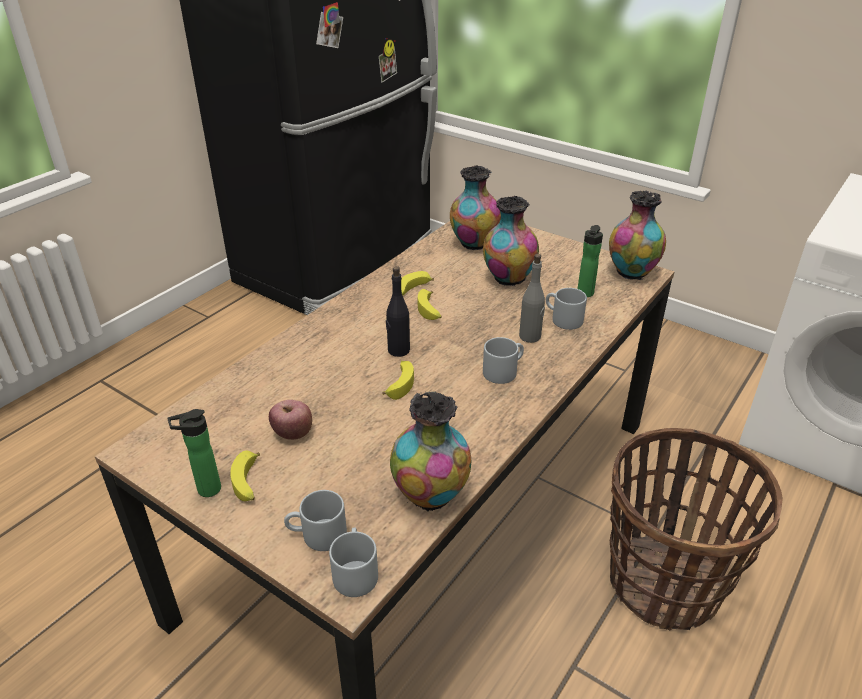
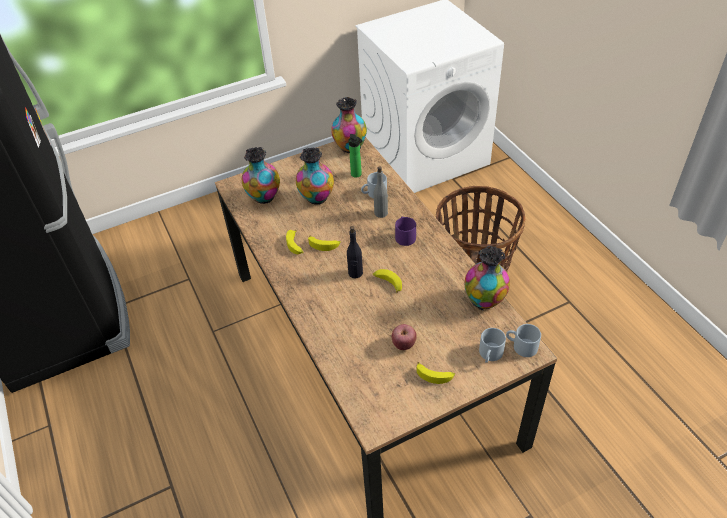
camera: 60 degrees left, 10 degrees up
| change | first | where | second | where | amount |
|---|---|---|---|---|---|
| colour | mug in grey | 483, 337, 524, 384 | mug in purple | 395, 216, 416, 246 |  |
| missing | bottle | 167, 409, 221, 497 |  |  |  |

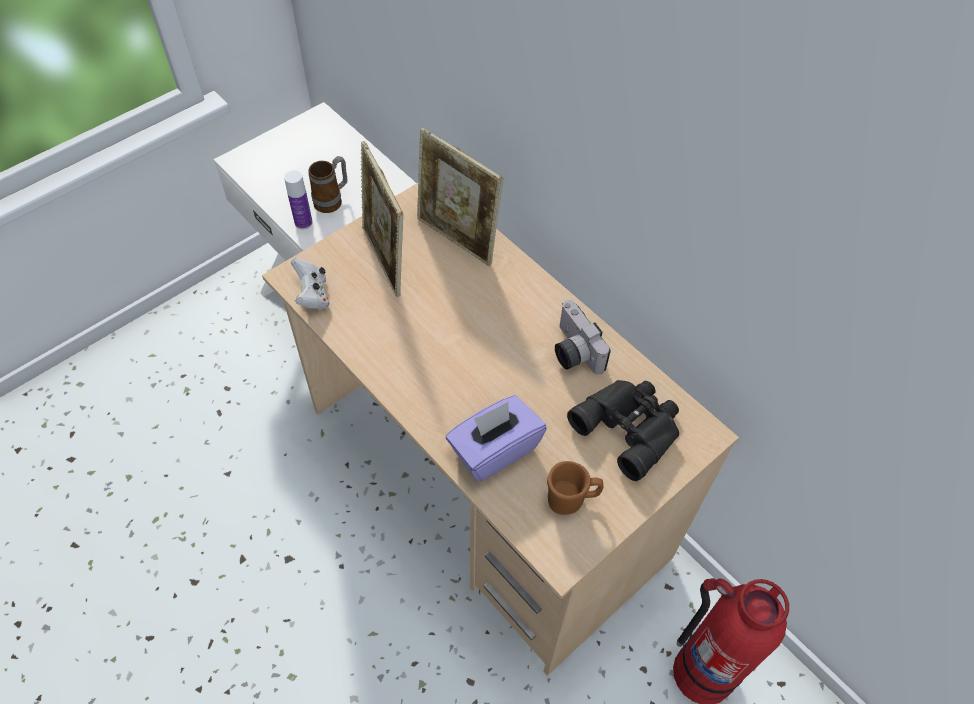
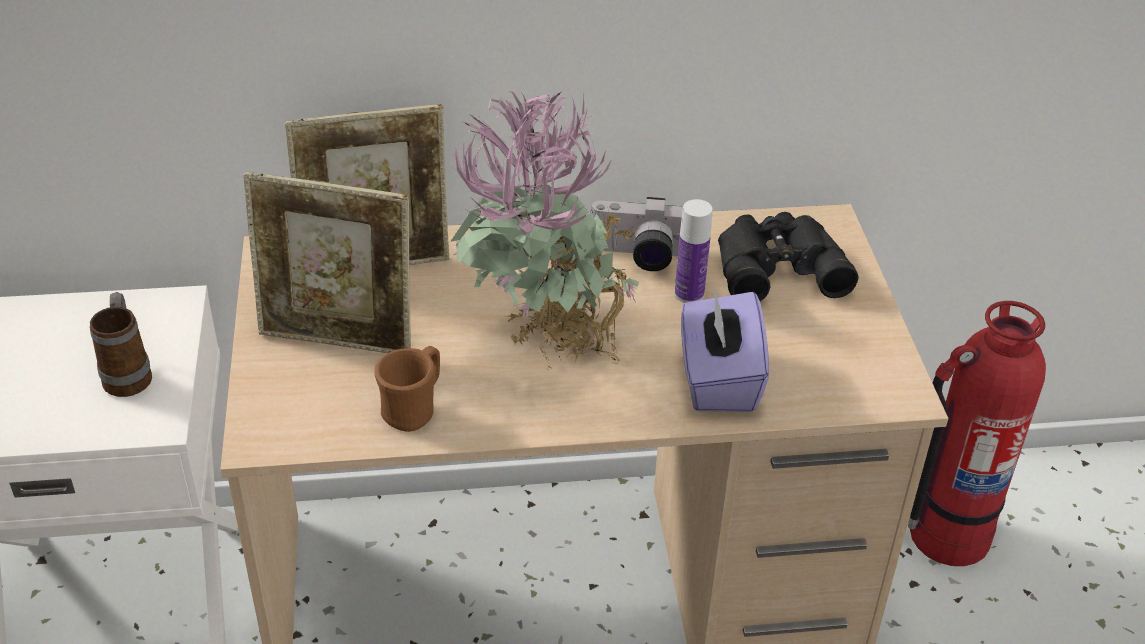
camera: 55 degrees left, 15 degrees down
| change | first | where | second | where | amount |
|---|---|---|---|---|---|
| relocated | bottle | 284, 170, 313, 230 |  | 675, 199, 713, 303 |  |
| missing | game controller in white | 291, 258, 329, 309 |  |  |  |
| relocated | mug in brown | 547, 461, 604, 515 |  | 374, 346, 440, 432 |  |
| appeared |  |  | potted plant | 450, 91, 639, 371 |  |

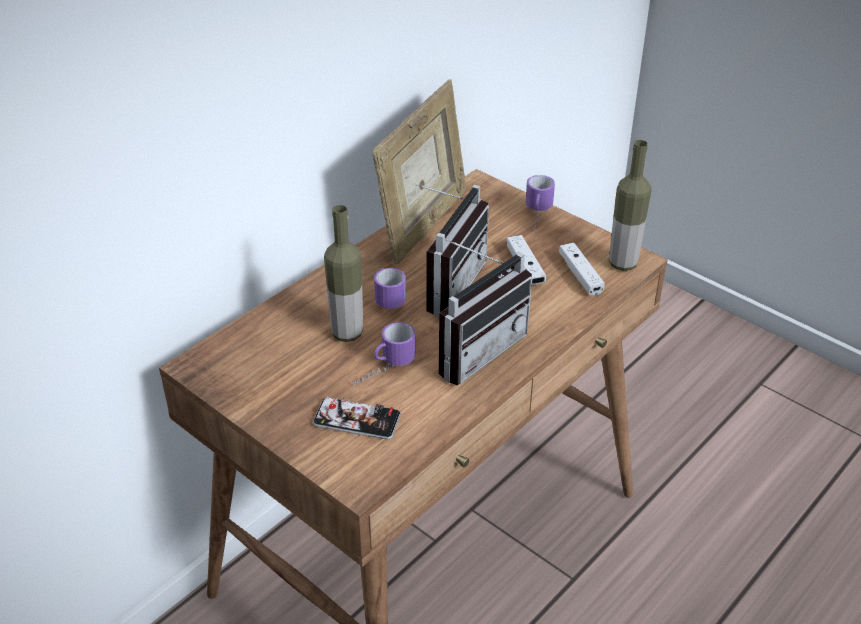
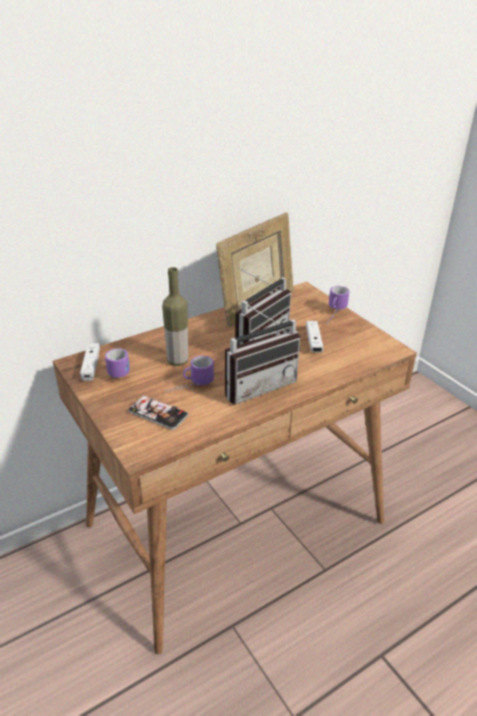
camera: 15 degrees right, 5 degrees down
| change | first | where | second | where | amount |
|---|---|---|---|---|---|
| missing | bottle | 609, 140, 651, 271 |  |  |  |
| relocated | game controller in white | 559, 243, 605, 296 |  | 80, 343, 100, 381 |  |
| relocated | mug | 372, 268, 406, 309 |  | 105, 348, 130, 378 |  |

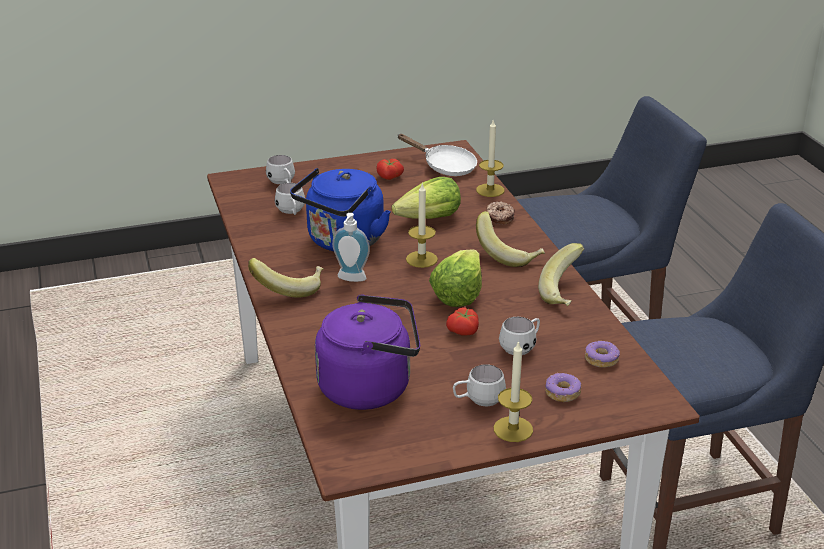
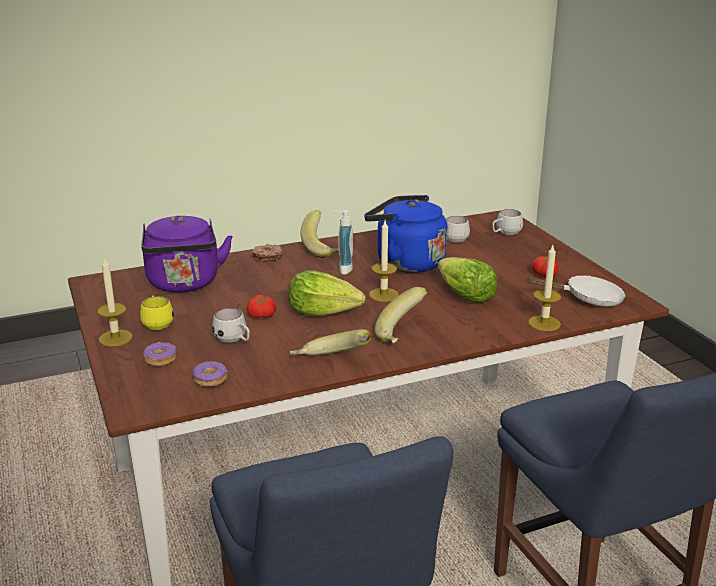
camera: 85 degrees right, 5 degrees down
| change | first | where | second | where | amount |
|---|---|---|---|---|---|
| spun | frying pan in white | 397, 134, 477, 176 |  | 526, 275, 626, 307 | 120 degrees counterclockwise |
| relocated | donut | 486, 201, 515, 225 |  | 251, 244, 283, 262 |  |
| colour | mug in white | 453, 364, 506, 406 | mug in yellow | 140, 296, 174, 330 |  |

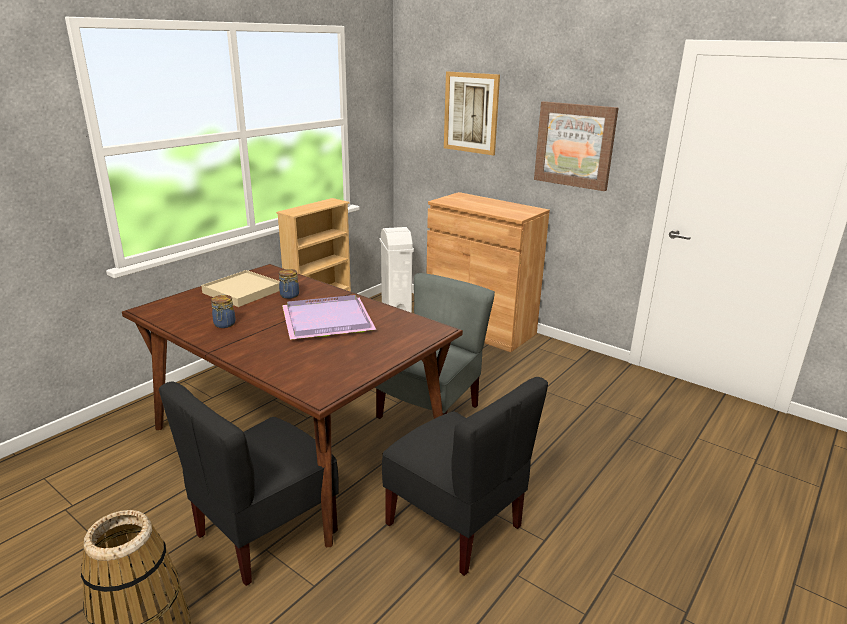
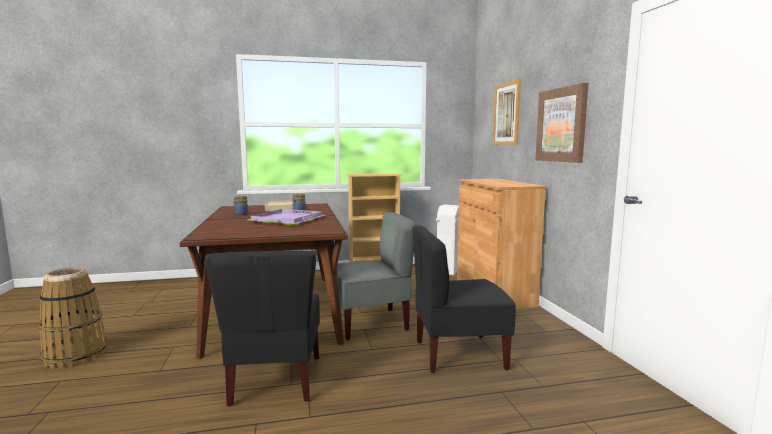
camera: 40 degrees right, 15 degrees down
| change | first | where | second | where | amount |
|---|---|---|---|---|---|
| relocated | chair in black | 159, 381, 339, 586 |  | 412, 225, 516, 373 |  |

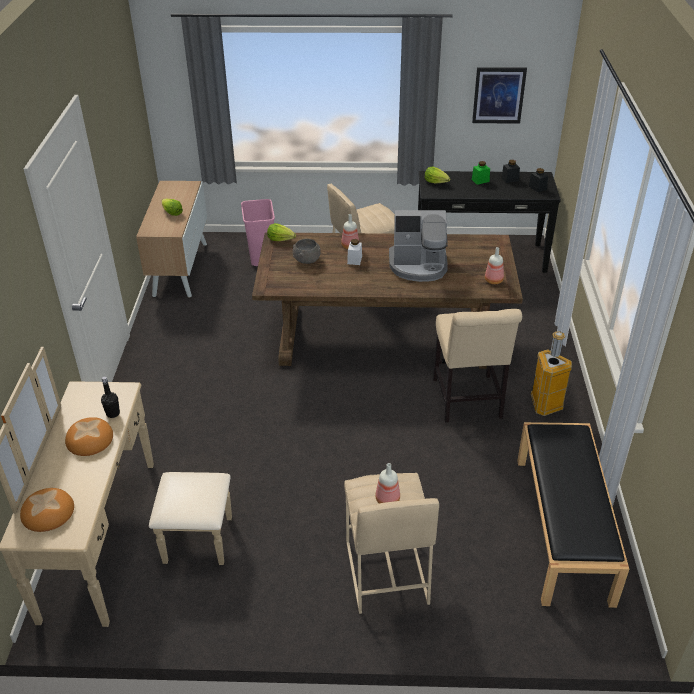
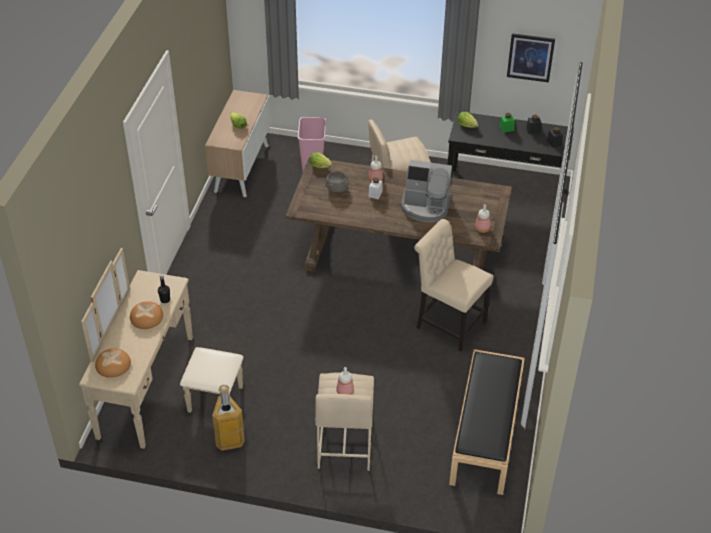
camera: 10 degrees right, 5 degrees up
| change | first | where | second | where | amount |
|---|---|---|---|---|---|
| spun | chair in beige | 433, 309, 522, 423 |  | 414, 219, 493, 351 | 120 degrees clockwise |
| relocated | trash can | 531, 331, 572, 416 |  | 212, 385, 245, 451 |  |

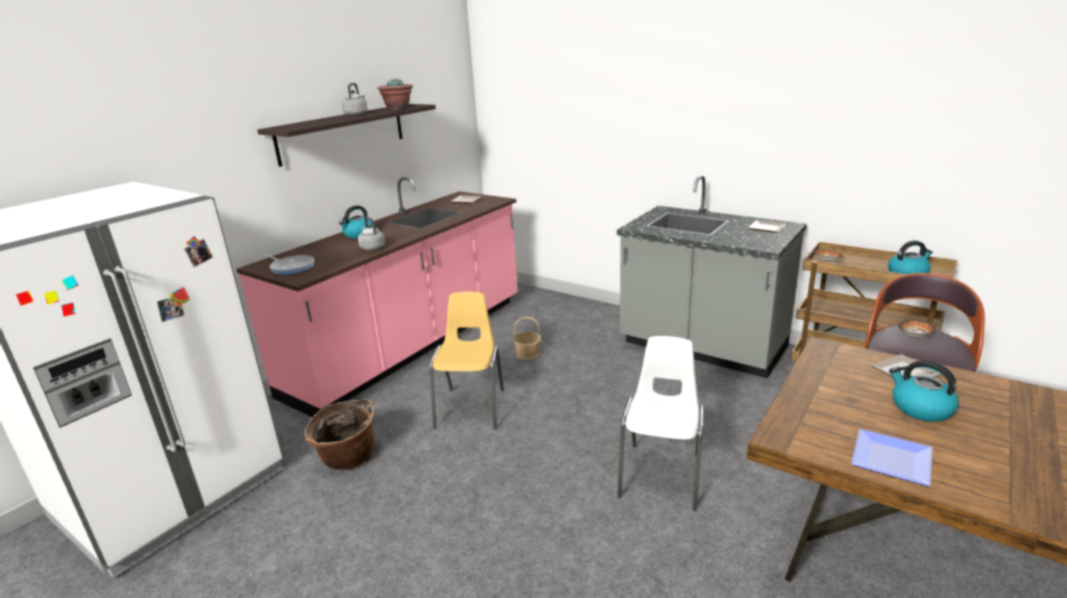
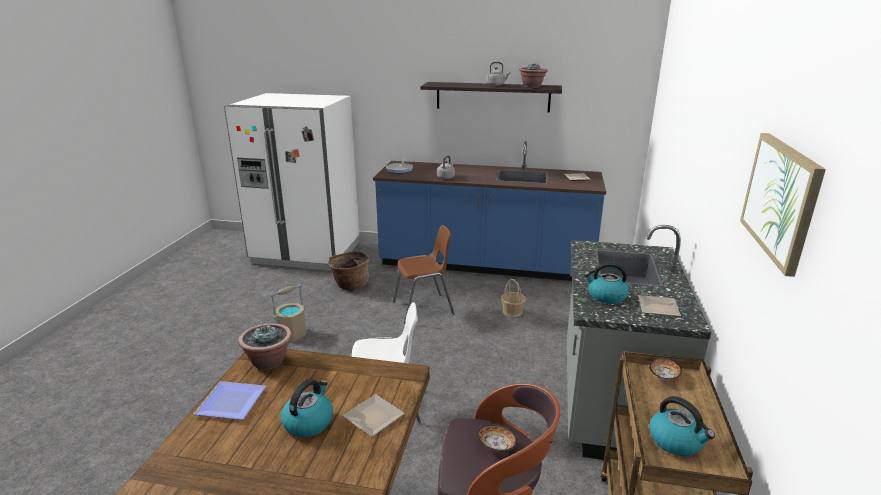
camera: 65 degrees right, 0 degrees up
| change | first | where | second | where | amount |
|---|---|---|---|---|---|
| colour | counter in pink | 236, 177, 518, 417 | counter in blue | 373, 141, 606, 281 |  |
| relocated | kettle | 339, 205, 373, 238 |  | 584, 262, 629, 304 |  |
| colour | chair in yellow | 430, 292, 504, 429 | chair in brown | 393, 225, 455, 324 |  |
| appeared |  |  | picture | 740, 133, 826, 277 |  |
| appeared |  |  | bucket in beige | 270, 284, 306, 341 |  |
| appeared |  |  | potted plant | 238, 323, 292, 370 |  |

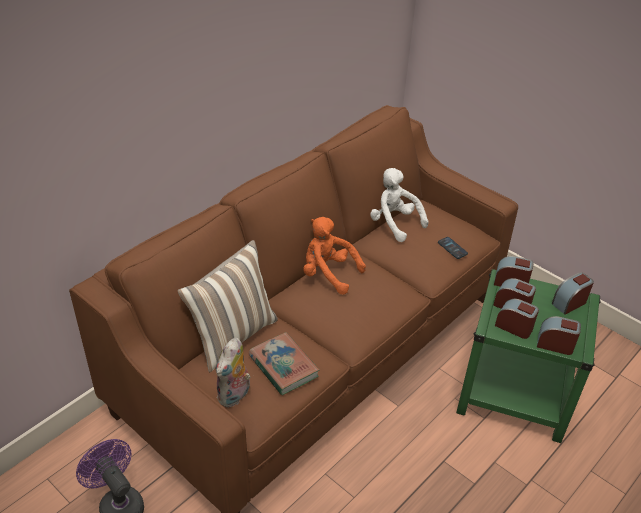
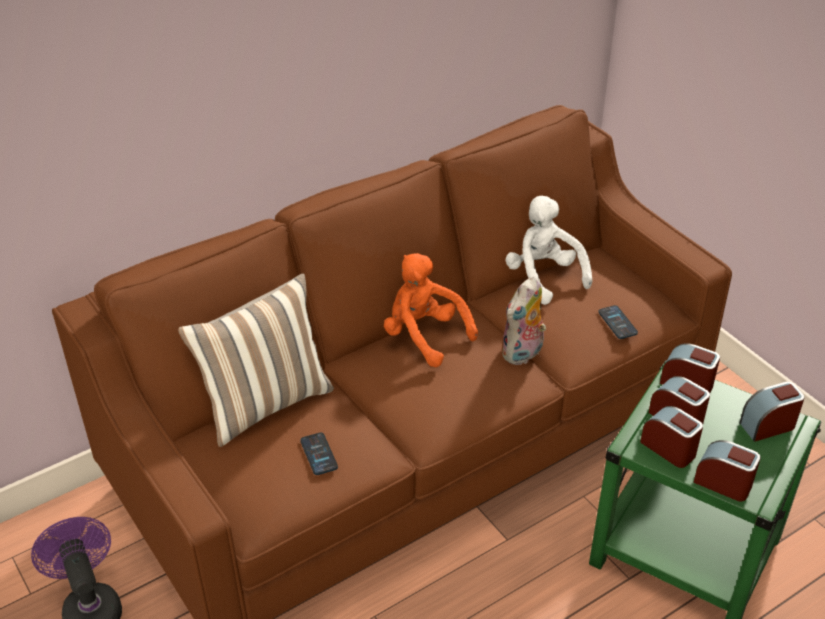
camera: 15 degrees right, 0 degrees up
| change | first | where | second | where | amount |
|---|---|---|---|---|---|
| exchanged | book | 249, 332, 319, 395 | phone | 300, 432, 338, 475 |  |
| relocated | plush toy | 216, 338, 250, 408 |  | 503, 276, 546, 366 |  |

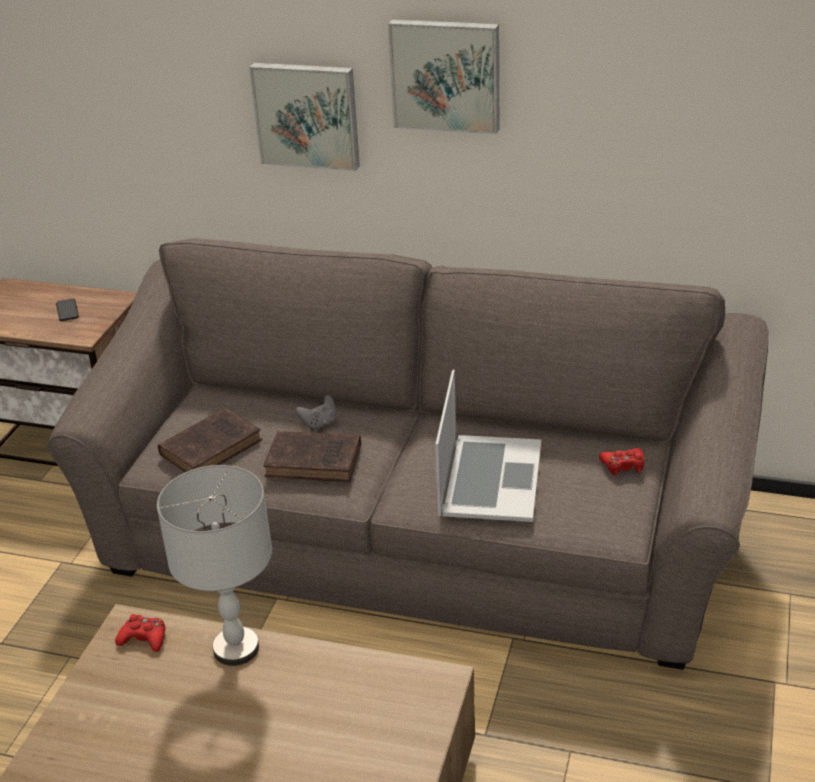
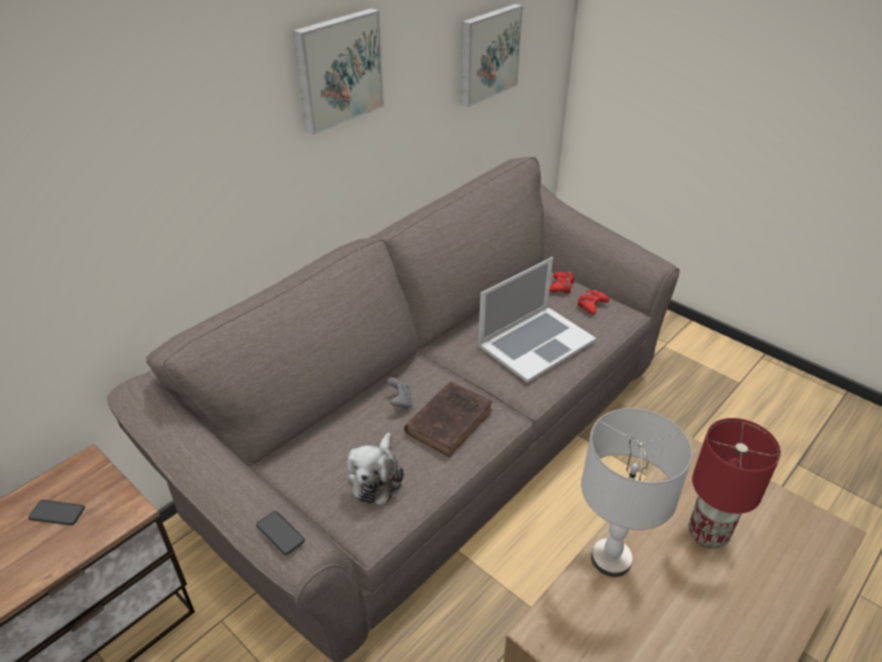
camera: 65 degrees left, 5 degrees up
| change | first | where | second | where | amount |
|---|---|---|---|---|---|
| relocated | picture | 249, 63, 360, 171 |  | 461, 4, 523, 107 |  |
| spun | laptop | 435, 370, 541, 522 |  | 478, 257, 596, 383 | 105 degrees clockwise |
| exchanged | book in brown | 158, 408, 262, 472 | plush toy | 347, 433, 404, 505 |  |
| relocated | game controller in red | 115, 614, 165, 652 |  | 578, 289, 609, 315 |  |
| appeared |  |  | table lamp in red | 689, 418, 781, 548 |  |
| appeared |  |  | phone | 256, 511, 305, 555 |  |

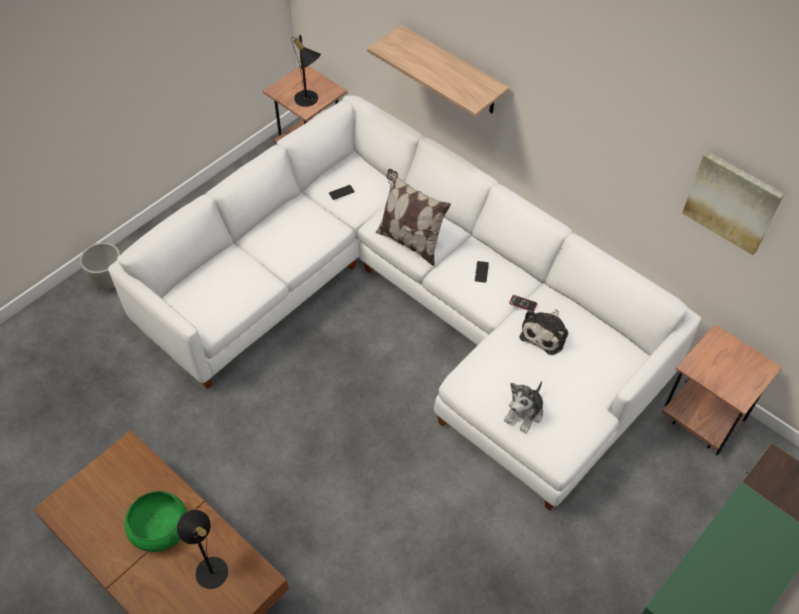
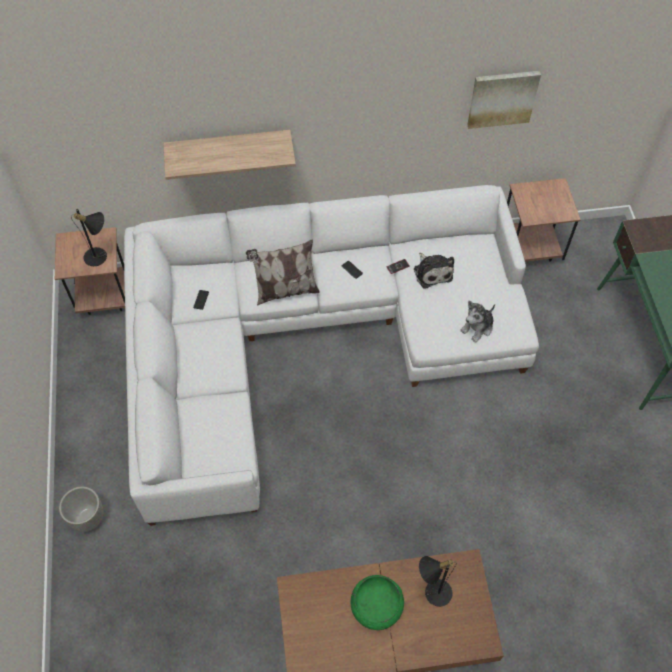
camera: 50 degrees left, 5 degrees up
| change | first | where | second | where | amount |
|---|---|---|---|---|---|
| spun | plush toy | 504, 381, 543, 434 |  | 460, 301, 495, 343 | 60 degrees clockwise |

